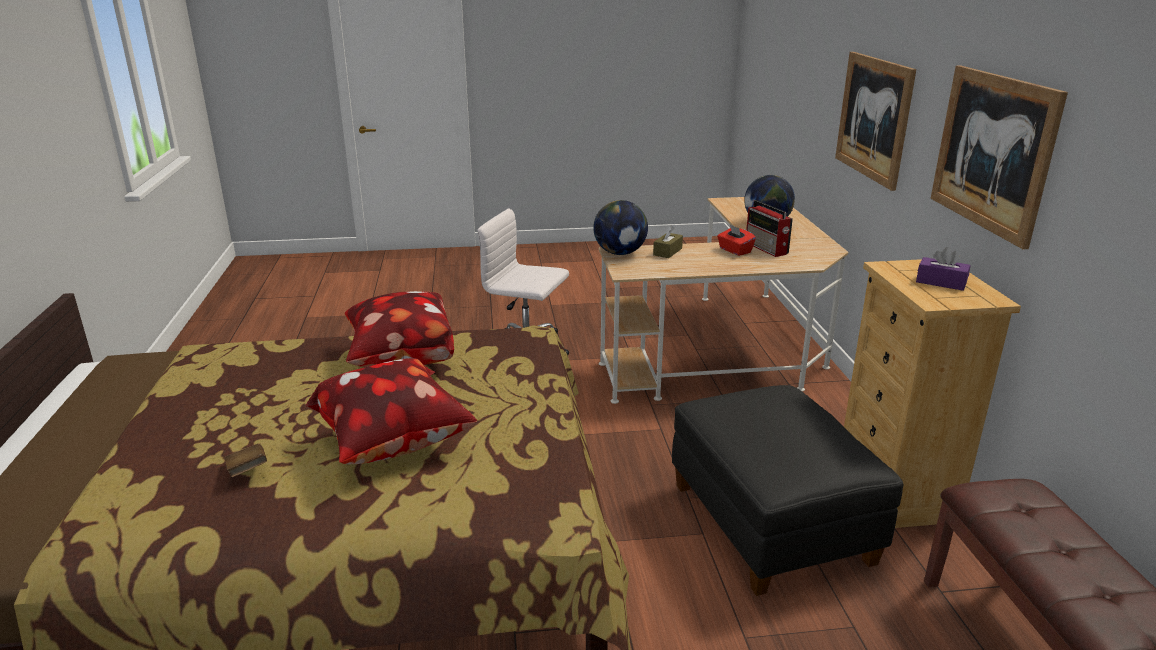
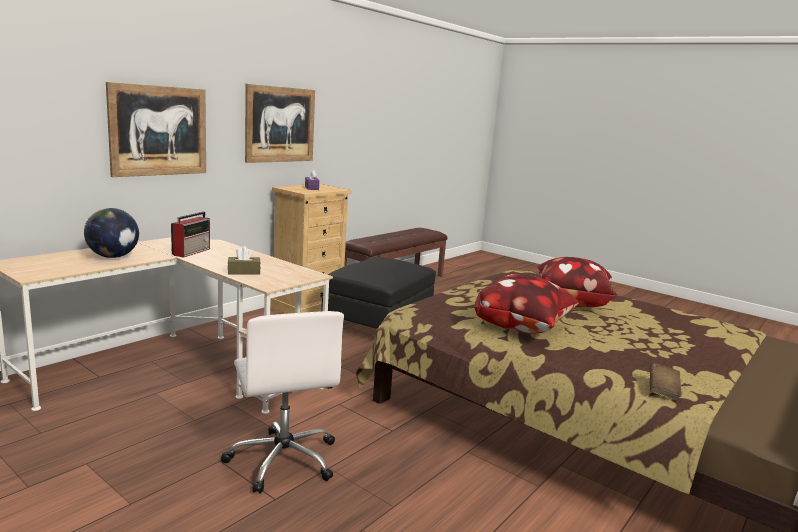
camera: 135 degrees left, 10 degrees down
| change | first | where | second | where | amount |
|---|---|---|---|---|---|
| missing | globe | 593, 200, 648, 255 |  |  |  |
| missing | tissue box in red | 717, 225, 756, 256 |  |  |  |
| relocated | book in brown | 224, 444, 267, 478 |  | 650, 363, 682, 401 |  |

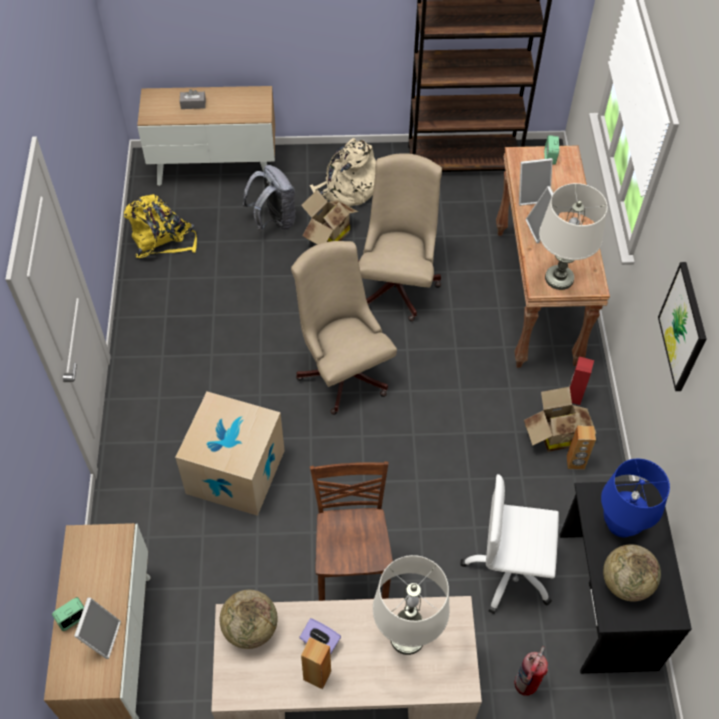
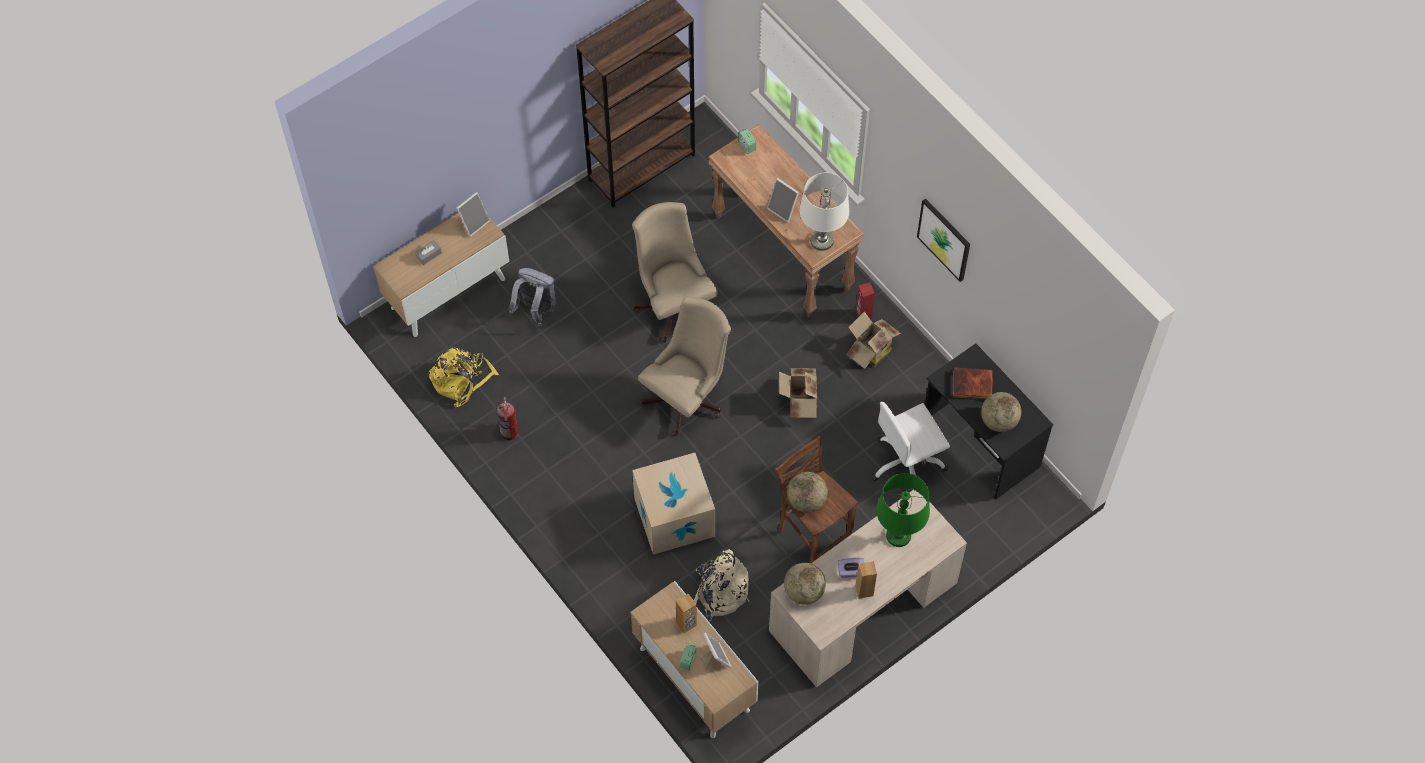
camera: 35 degrees left, 5 degrees up
| change | first | where | second | where | amount |
|---|---|---|---|---|---|
| relocated | backpack in beige | 310, 138, 376, 207 |  | 694, 549, 749, 622 |  |
| relocated | picture frame | 519, 158, 553, 206 |  | 456, 192, 490, 237 |  |
| relocated | cardboard box | 301, 190, 358, 245 |  | 779, 368, 818, 418 |  |
| spun | office chair in beige | 291, 241, 397, 415 |  | 638, 297, 731, 436 | 105 degrees clockwise |
| relocated | speaker in brown | 567, 425, 596, 470 |  | 676, 594, 697, 633 |  |
| exchanged | table lamp in blue | 601, 459, 670, 537 | book | 953, 367, 993, 400 |  |
| colour | table lamp in white | 373, 555, 450, 655 | table lamp in green | 876, 473, 930, 547 |  |
| relocated | fire extinguisher | 514, 646, 548, 696 |  | 497, 397, 518, 440 |  |
| appeared |  |  | globe | 787, 472, 828, 513 |  |

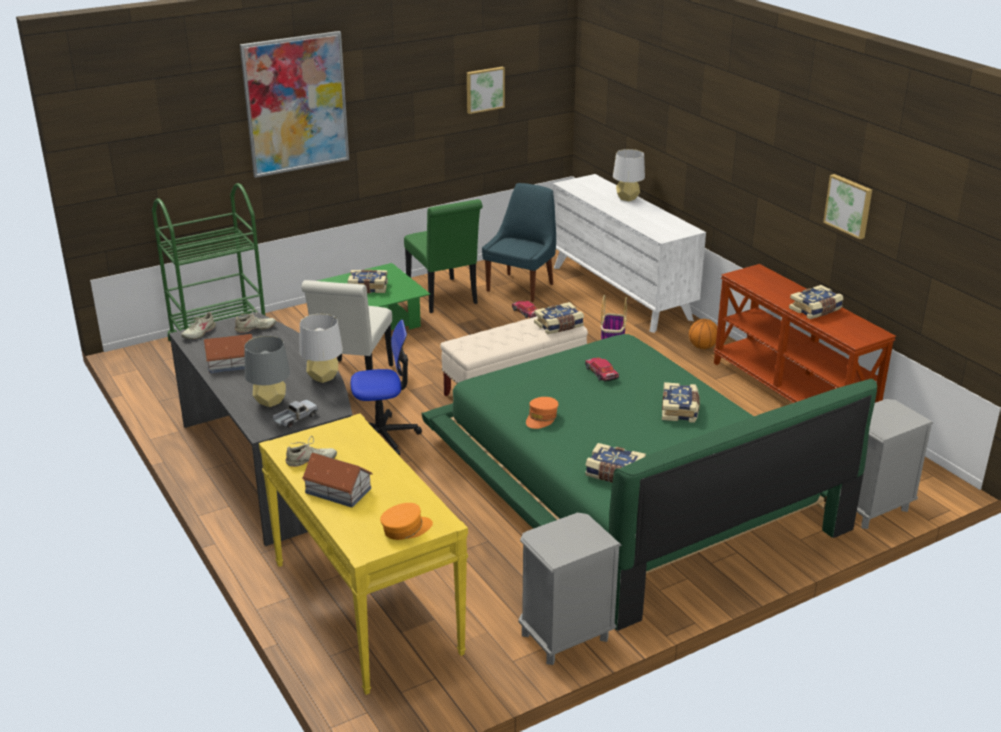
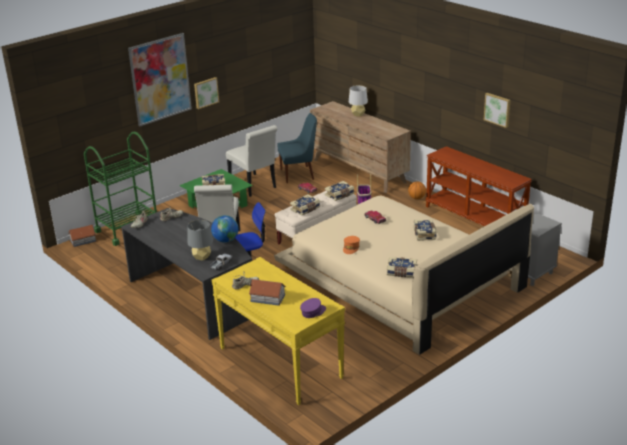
camera: 10 degrees left, 0 degrees up
| change | first | where | second | where | amount |
|---|---|---|---|---|---|
| relocated | picture | 467, 67, 505, 114 |  | 194, 77, 219, 109 |  |
| colour | dresser in white | 553, 174, 706, 333 | dresser in brown | 310, 101, 411, 193 |  |
| spun | chair in blue | 482, 183, 556, 302 |  | 277, 113, 317, 183 | 60 degrees clockwise |
| colour | chair in green | 404, 199, 483, 313 | chair in white | 226, 125, 278, 197 |  |
| relocated | book | 789, 285, 844, 319 |  | 290, 194, 320, 216 |  |
| exchanged | table lamp in grey | 299, 314, 343, 383 | globe | 211, 215, 238, 243 |  |
| relocated | toy house | 204, 334, 253, 373 |  | 69, 225, 96, 247 |  |
| colour | bed in green | 421, 334, 877, 631 | bed in beige | 274, 196, 534, 355 |  |
| colour | cap in orange | 380, 503, 433, 540 | cap in purple | 300, 298, 326, 318 |  |
| missing | nightstand in grey | 519, 513, 621, 665 |  |  |  |

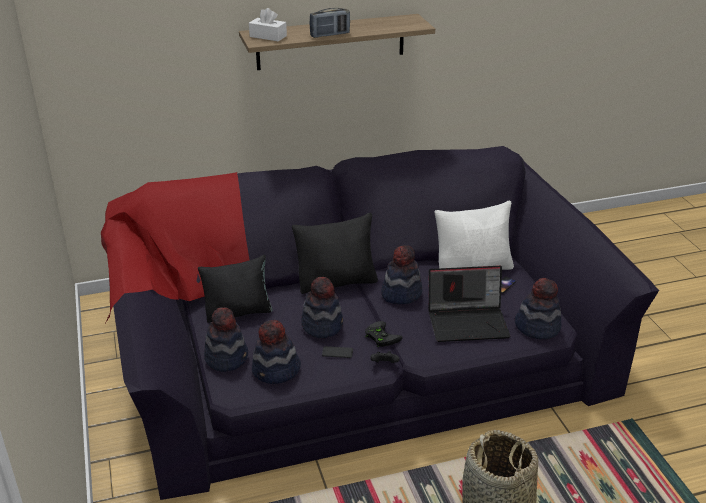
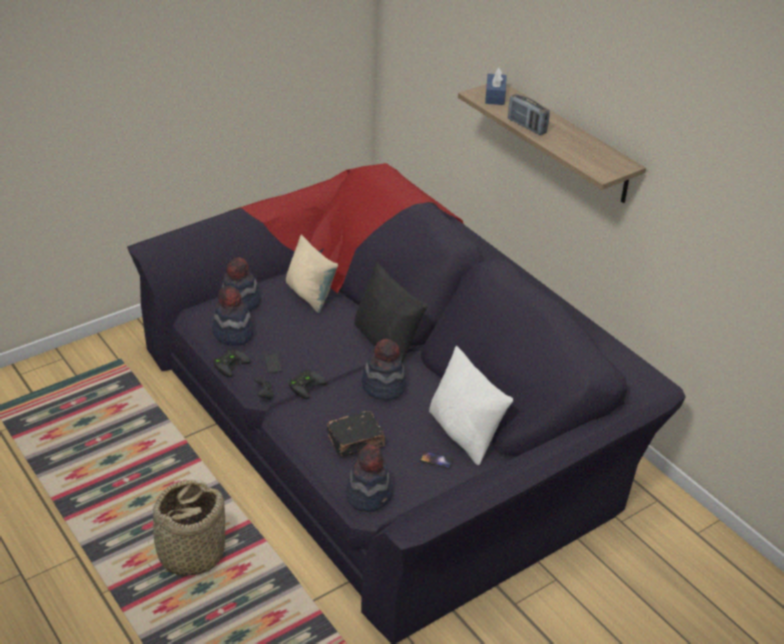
camera: 70 degrees right, 5 degrees up
| change | first | where | second | where | amount |
|---|---|---|---|---|---|
| colour | tissue box in white | 249, 8, 287, 42 | tissue box in blue | 485, 68, 507, 105 |  |
| colour | pillow in black | 198, 255, 273, 323 | pillow in beige | 286, 235, 338, 313 |  |
| exchanged | laptop | 429, 266, 510, 342 | book in black | 327, 411, 386, 456 |  |
| missing | hat | 301, 277, 343, 338 |  |  |  |
| appeared |  |  | game controller in black | 213, 349, 251, 377 |  |

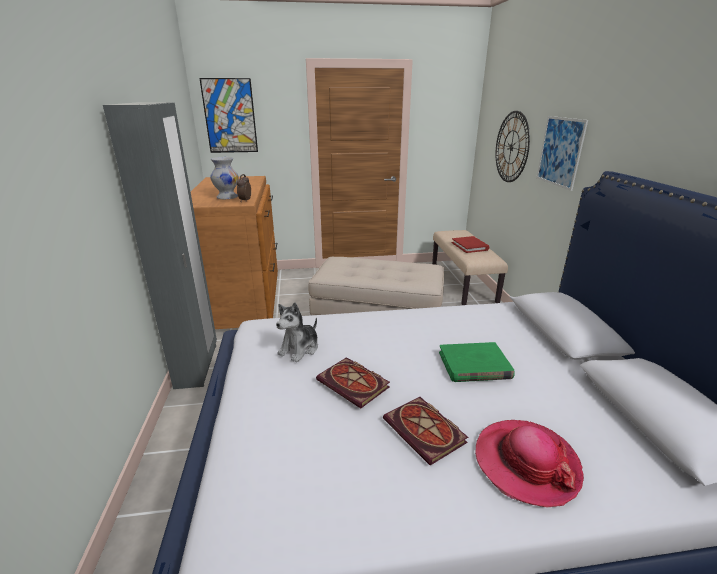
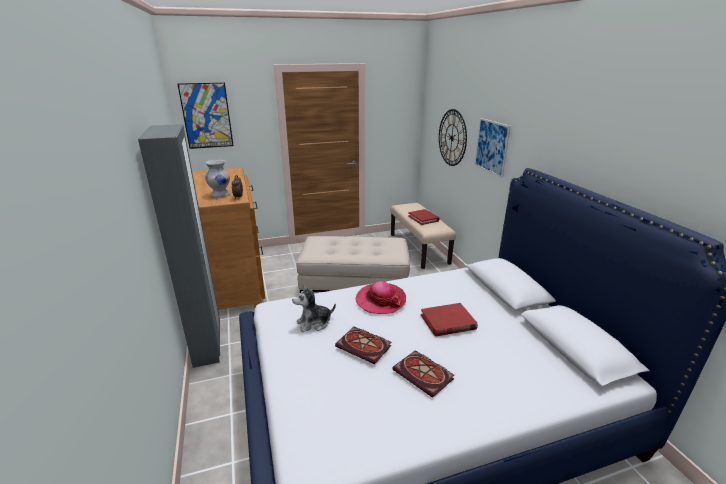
camera: 10 degrees left, 0 degrees up
| change | first | where | second | where | amount |
|---|---|---|---|---|---|
| spun | plush toy | 276, 303, 318, 362 |  | 292, 285, 336, 332 | 45 degrees clockwise |
| colour | book in green | 439, 342, 515, 382 | book in red | 421, 303, 478, 336 |  |
| relocated | hat | 475, 420, 584, 507 |  | 356, 281, 406, 314 |  |

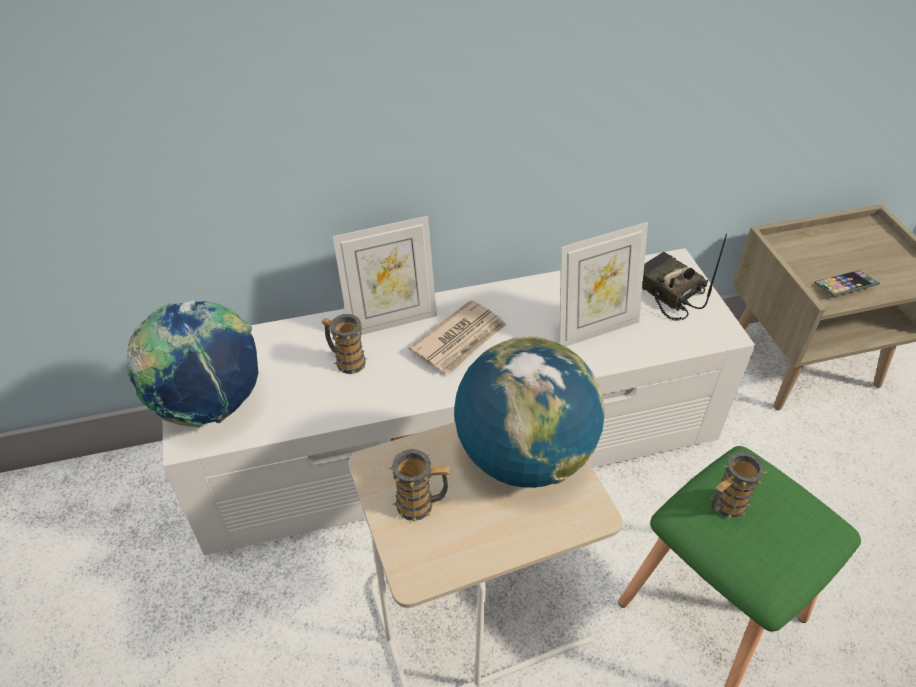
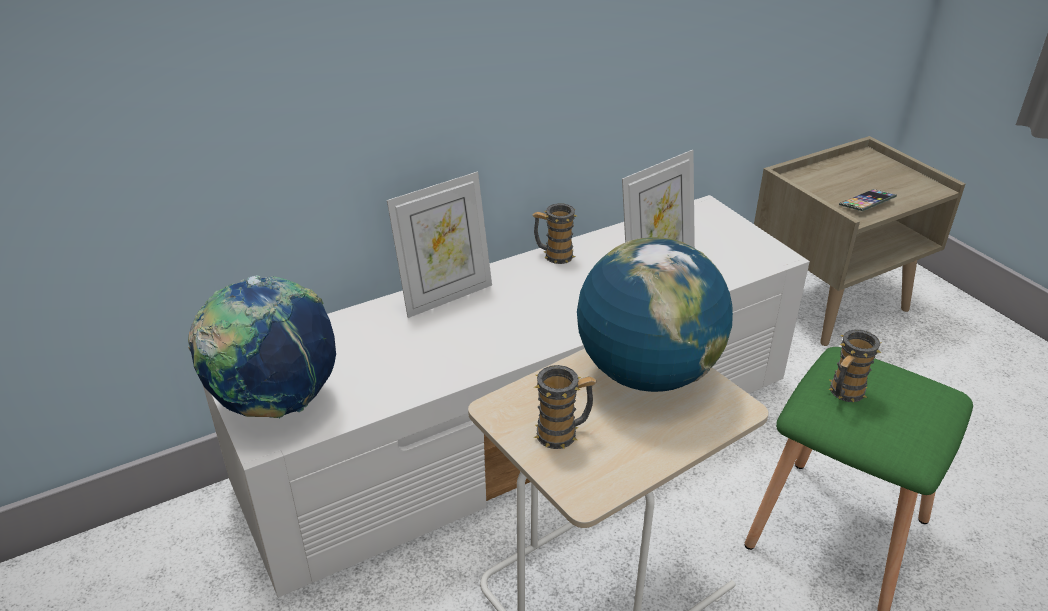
camera: 15 degrees left, 10 degrees down
| change | first | where | second | where | amount |
|---|---|---|---|---|---|
| missing | radio | 642, 234, 727, 321 |  |  |  |
| missing | newspaper | 409, 300, 506, 374 |  |  |  |
| relocated | mug | 321, 314, 368, 374 |  | 532, 203, 577, 264 |  |

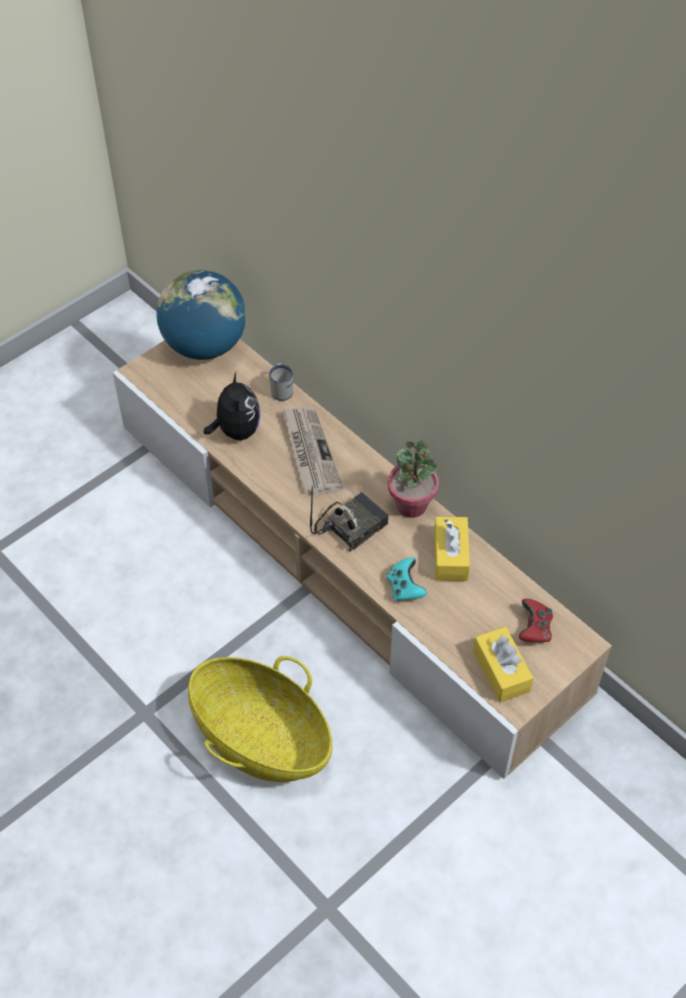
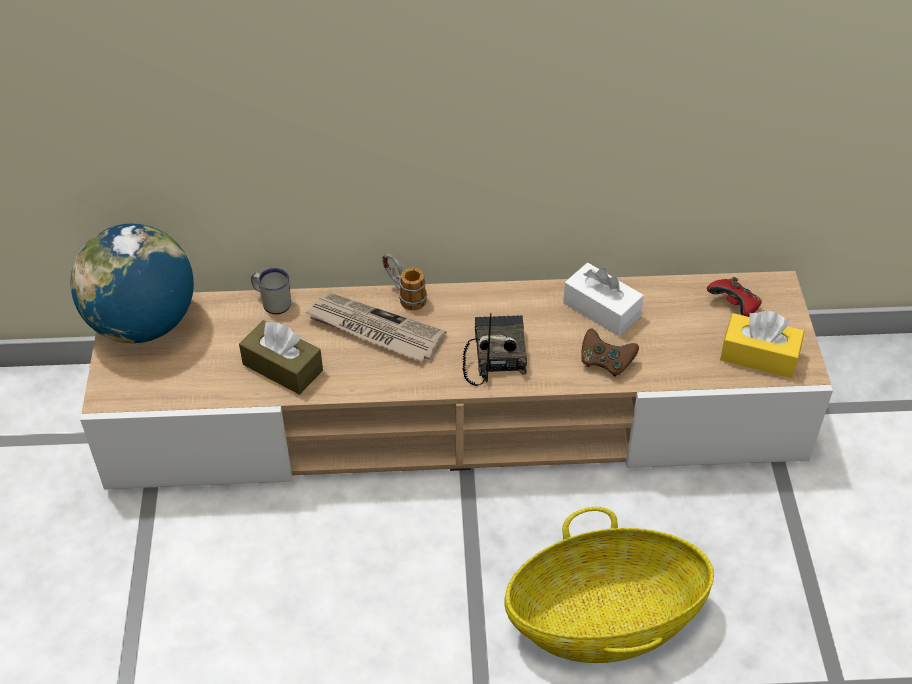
camera: 50 degrees left, 5 degrees down
| change | first | where | second | where | amount |
|---|---|---|---|---|---|
| exchanged | plush toy | 204, 372, 261, 440 | tissue box in brown | 239, 320, 323, 395 |  |
| missing | potted plant | 388, 440, 439, 518 |  |  |  |
| colour | tissue box in yellow | 434, 517, 470, 581 | tissue box in white | 563, 263, 644, 336 |  |
| colour | game controller in turquoise | 386, 557, 427, 601 | game controller in brown | 581, 328, 639, 377 |  |
| appeared |  |  | mug | 382, 254, 427, 310 |  |

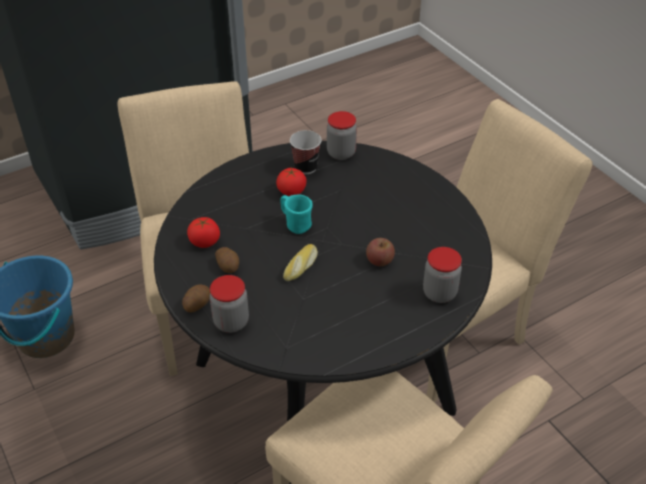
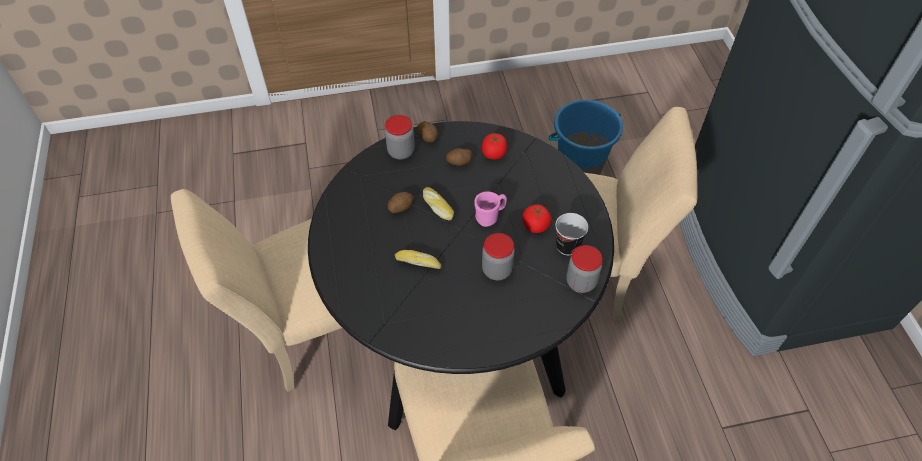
camera: 110 degrees right, 10 degrees up
| change | first | where | second | where | amount |
|---|---|---|---|---|---|
| colour | mug in turquoise | 280, 195, 313, 234 | mug in pink | 474, 191, 507, 227 |  |
| exchanged | apple | 366, 238, 395, 266 | bread | 395, 250, 441, 269 |  |
| relocated | jar | 423, 247, 462, 303 |  | 482, 233, 515, 280 |  |
| appeared |  |  | potato | 388, 192, 413, 213 |  |

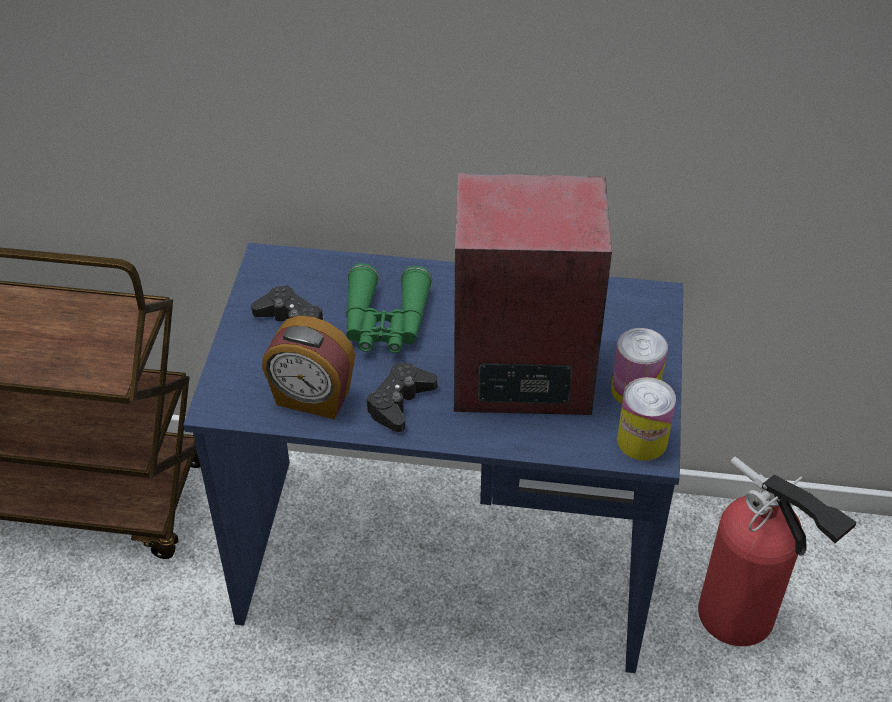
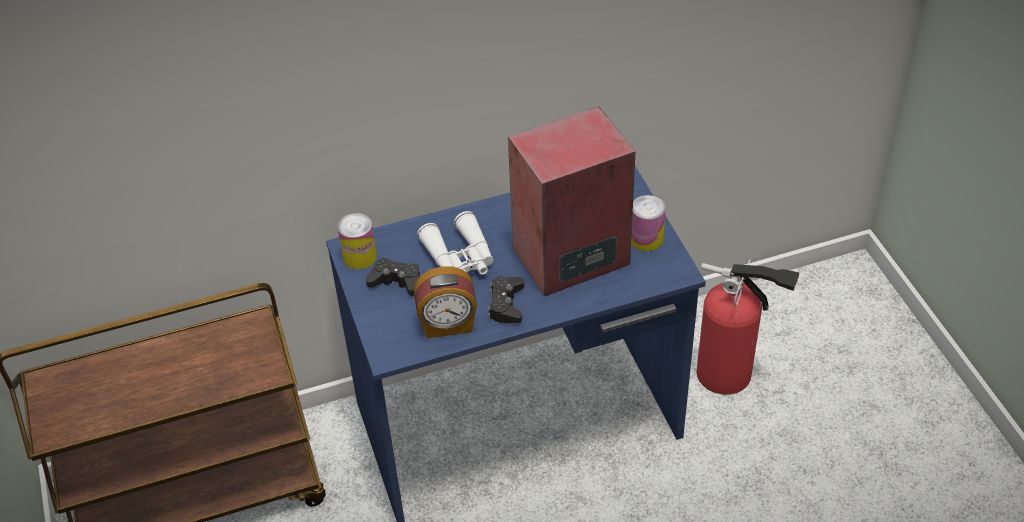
camera: 25 degrees left, 0 degrees up
| change | first | where | second | where | amount |
|---|---|---|---|---|---|
| colour | binoculars in green | 346, 264, 432, 353 | binoculars in white | 417, 211, 493, 275 |  |
| relocated | can | 617, 377, 676, 461 |  | 338, 213, 377, 269 |  |

